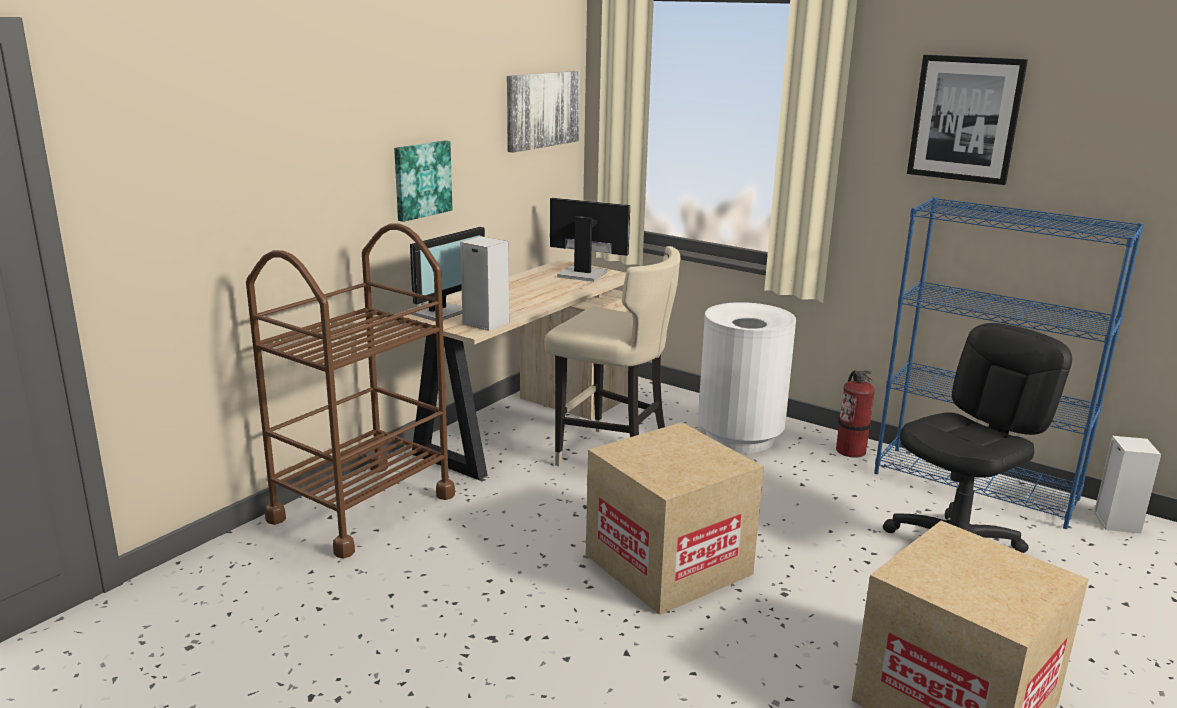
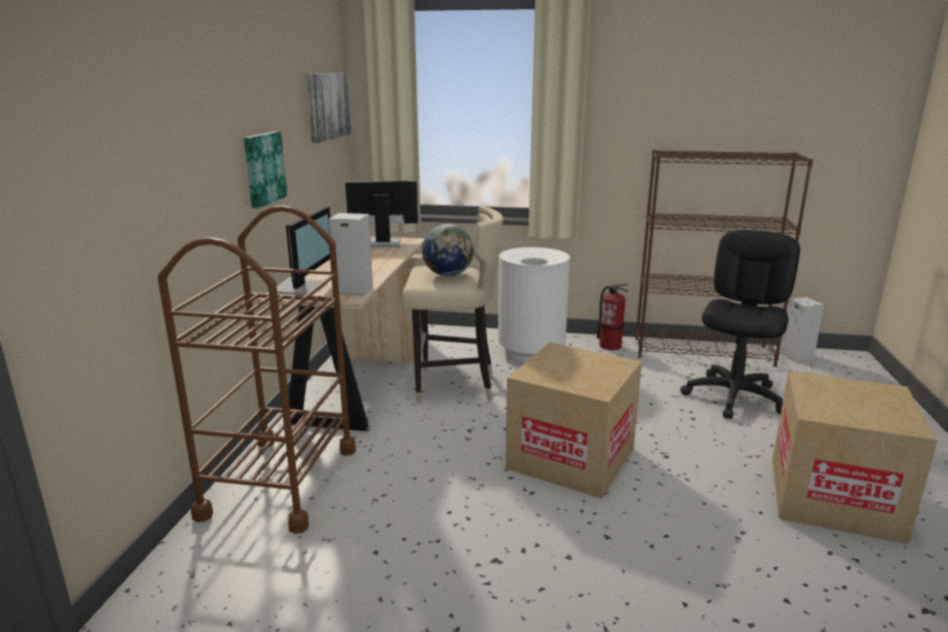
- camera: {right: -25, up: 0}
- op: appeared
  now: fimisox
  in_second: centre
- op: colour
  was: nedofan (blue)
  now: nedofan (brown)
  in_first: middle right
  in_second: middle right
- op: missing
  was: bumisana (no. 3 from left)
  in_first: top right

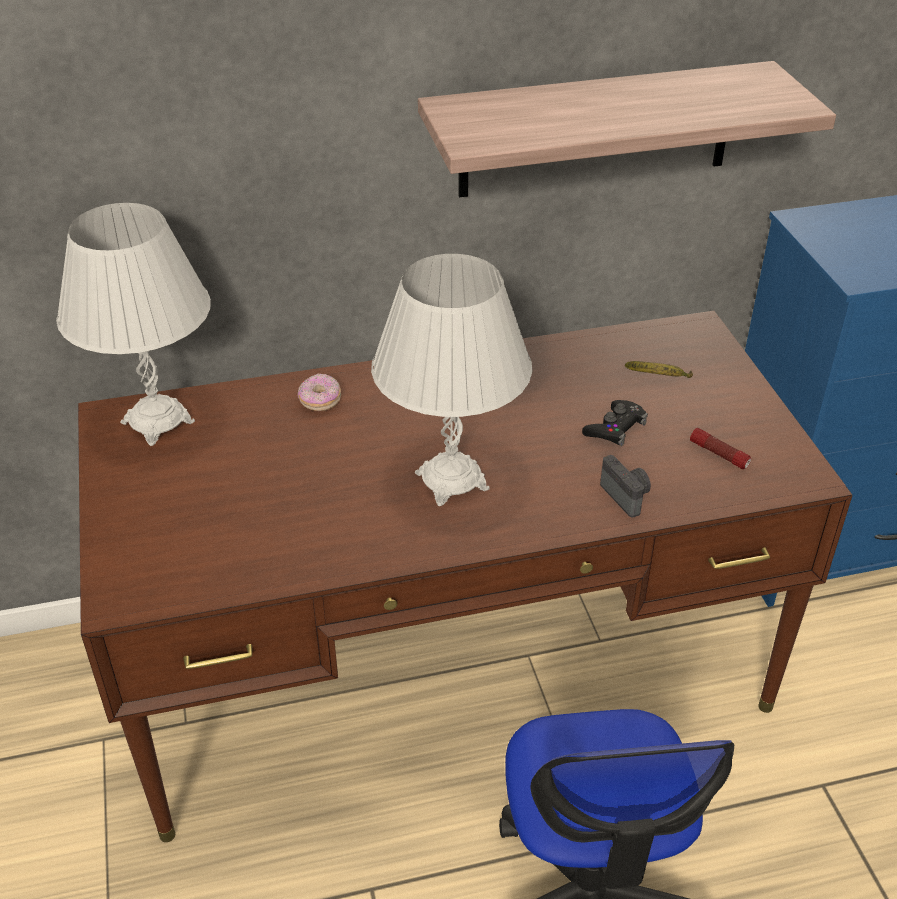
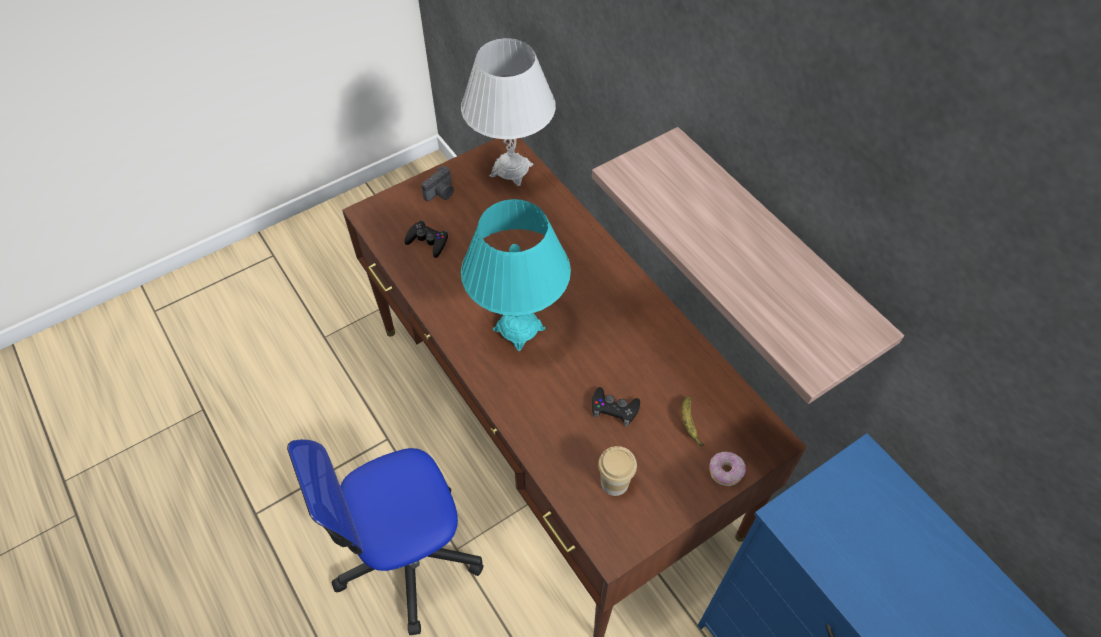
- camera: {right: 70, up: 15}
- op: appeared
  now: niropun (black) (no. 1 from left)
  in_second: centre
- op: relocated
  was: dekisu
  in_first: middle right
  in_second: top centre
- op: colour
  was: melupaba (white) (no. 2 from left)
  now: melupaba (turquoise)
  in_first: centre
  in_second: centre
- op: exchanged
  was: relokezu
  now: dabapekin
  in_first: middle right
  in_second: bottom centre
- op: relocated
  was: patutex
  in_first: centre
  in_second: bottom centre

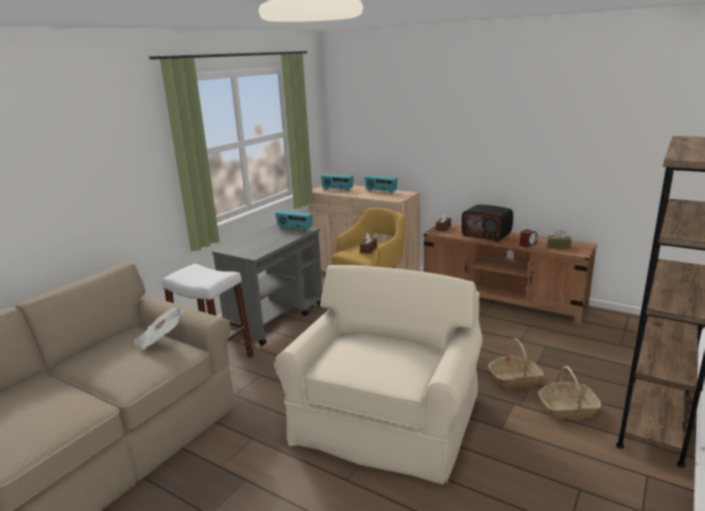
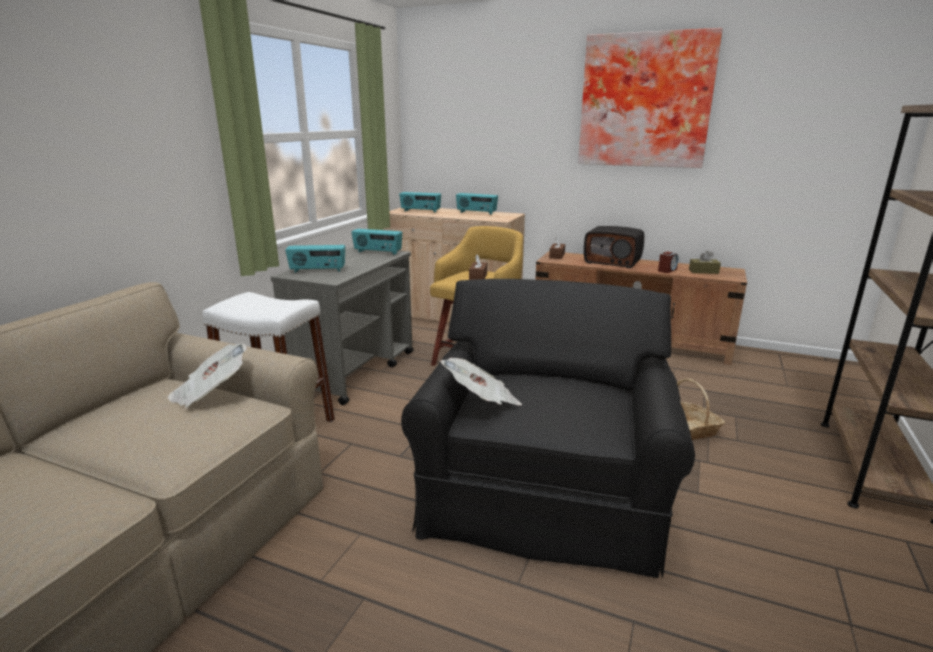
- camera: {right: -10, up: 0}
- op: appeared
  now: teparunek (no. 1 from left)
  in_second: centre
- op: colour
  was: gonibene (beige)
  now: gonibene (black)
  in_first: bottom centre
  in_second: centre
- op: appeared
  now: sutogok (no. 2 from left)
  in_second: centre
- op: appeared
  now: bumisana
  in_second: top right
- op: missing
  was: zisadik (no. 2 from left)
  in_first: bottom right

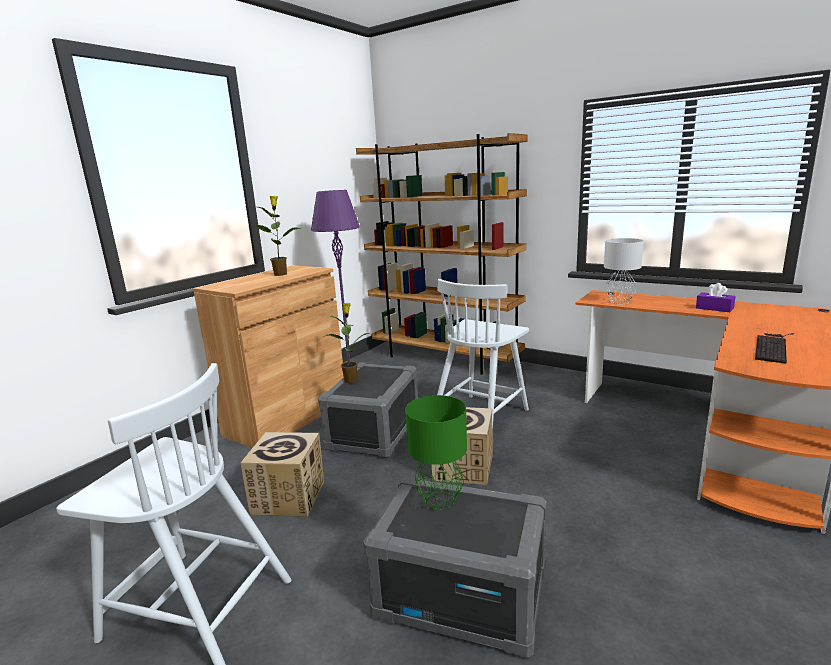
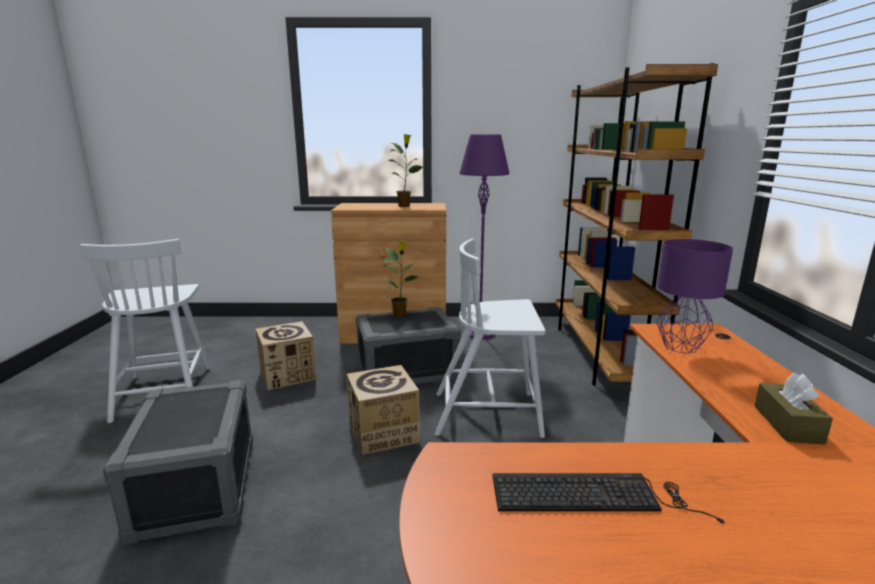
- camera: {right: 55, up: 0}
- op: colour
  was: melupaba (grey)
  now: melupaba (purple)
  in_first: middle right
  in_second: middle right
- op: colour
  was: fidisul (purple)
  now: fidisul (brown)
  in_first: middle right
  in_second: bottom right
- op: missing
  was: melupaba (green)
  in_first: bottom centre

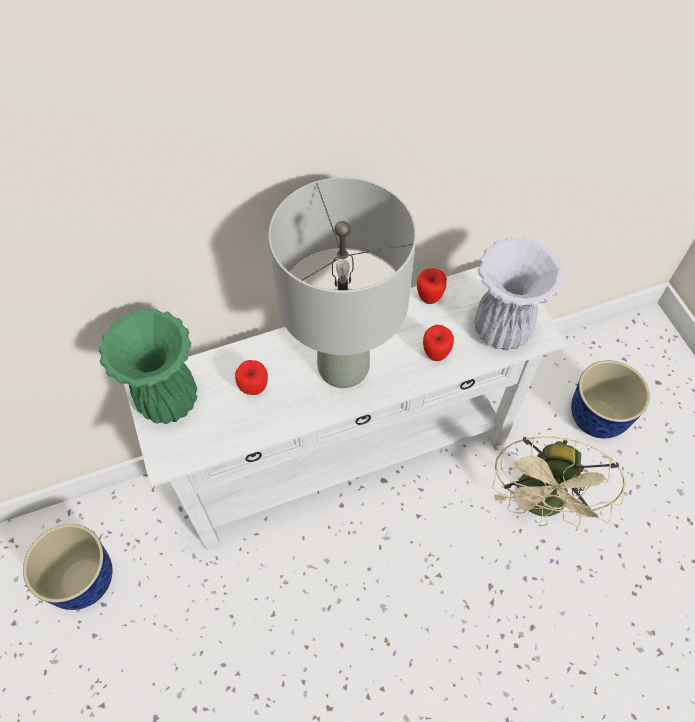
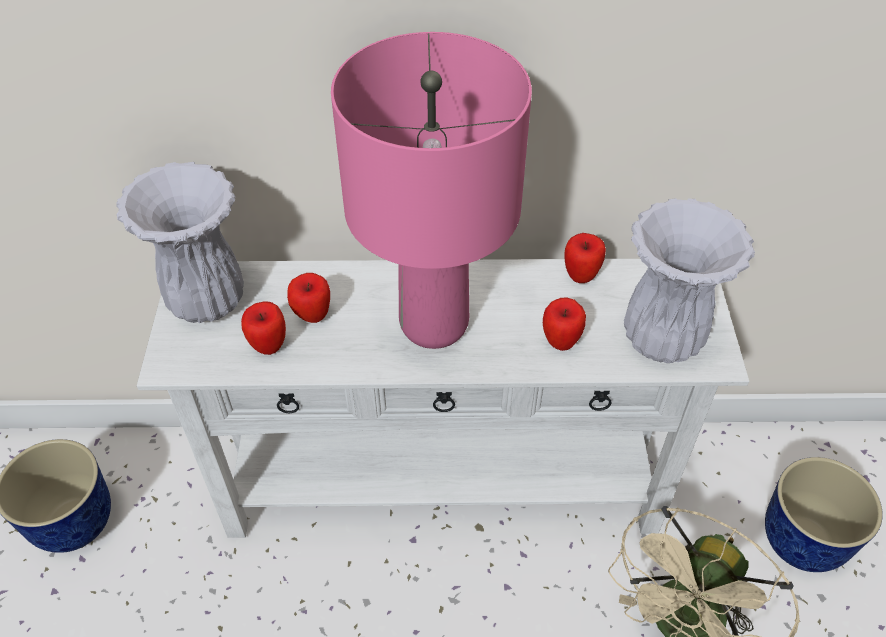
- camera: {right: 20, up: -10}
- op: colour
  was: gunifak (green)
  now: gunifak (white) (no. 1 from left)
  in_first: middle left
  in_second: middle left
- op: appeared
  now: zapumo (no. 1 from left)
  in_second: middle left
- op: colour
  was: melupaba (grey)
  now: melupaba (pink)
  in_first: centre
  in_second: top centre

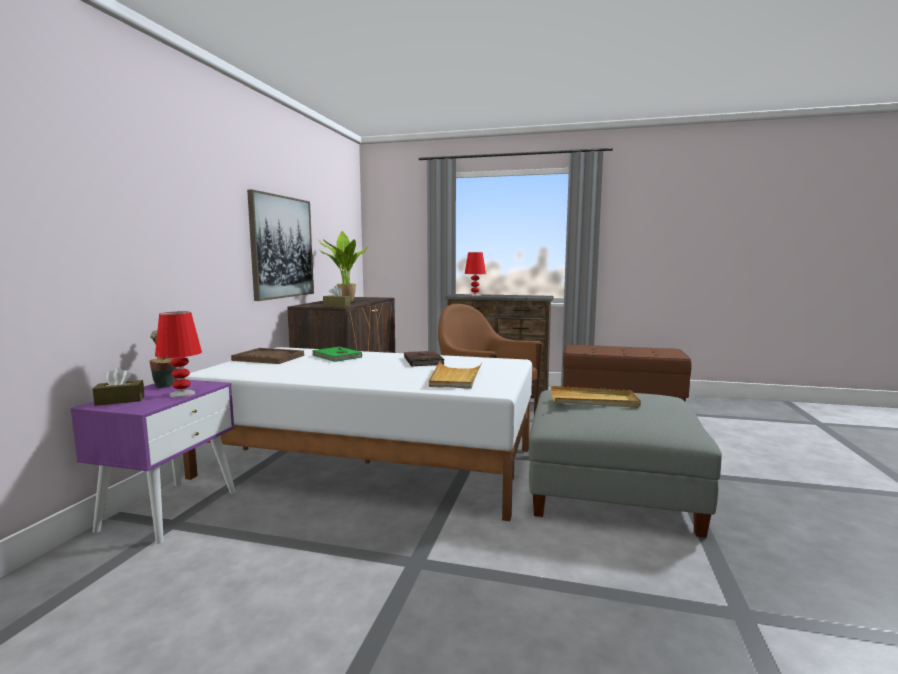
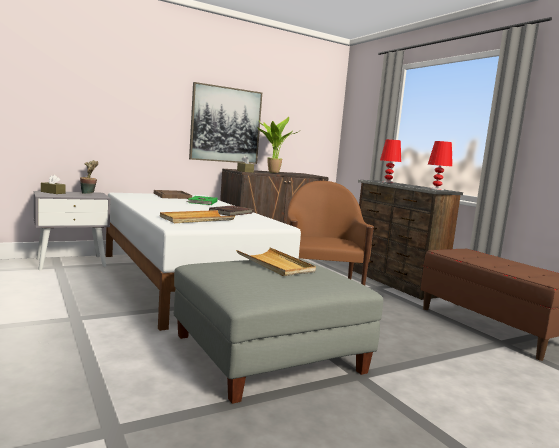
- camera: {right: 45, up: 0}
- op: colour
  was: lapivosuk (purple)
  now: lapivosuk (grey)
  in_first: bottom left
  in_second: middle left
- op: relocated
  was: melupaba (red) (no. 1 from left in the first image)
  now: melupaba (red) (no. 2 from left)
  in_first: middle left
  in_second: middle right

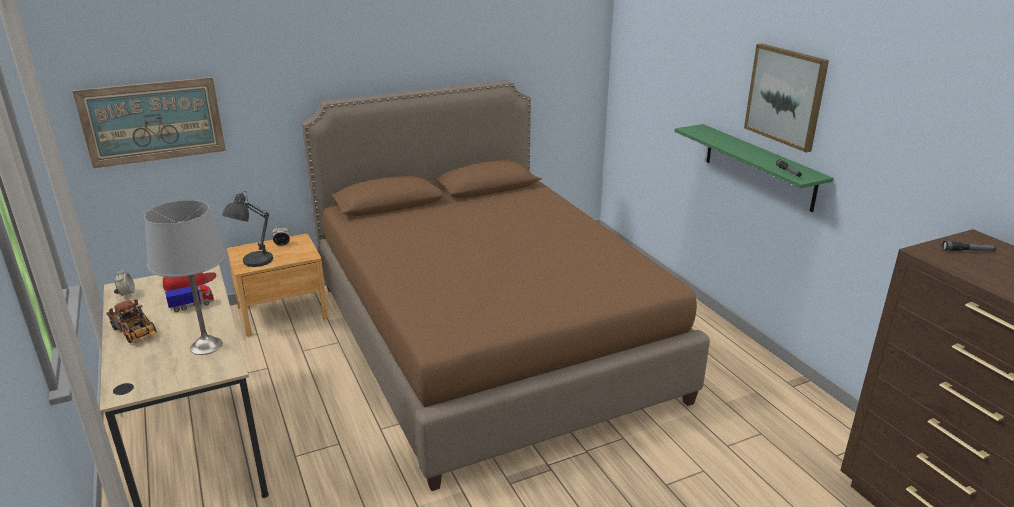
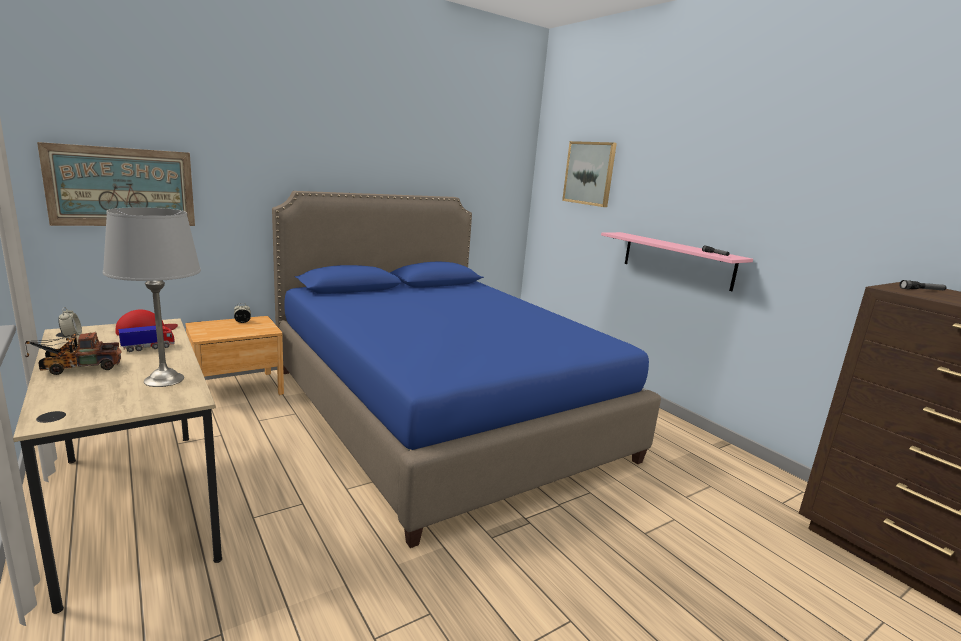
- camera: {right: -10, up: -10}
- op: spun
  was: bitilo (no. 1 from left)
  in_first: middle left
  in_second: middle left
  clockwise: 120
- op: colour
  was: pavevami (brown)
  now: pavevami (blue)
  in_first: centre
  in_second: centre
- op: relocated
  was: bumisana (no. 2 from left)
  in_first: top right
  in_second: top centre
- op: colour
  was: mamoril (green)
  now: mamoril (pink)
  in_first: top right
  in_second: middle right
- op: missing
  was: melupaba (grey) (no. 2 from left)
  in_first: middle left

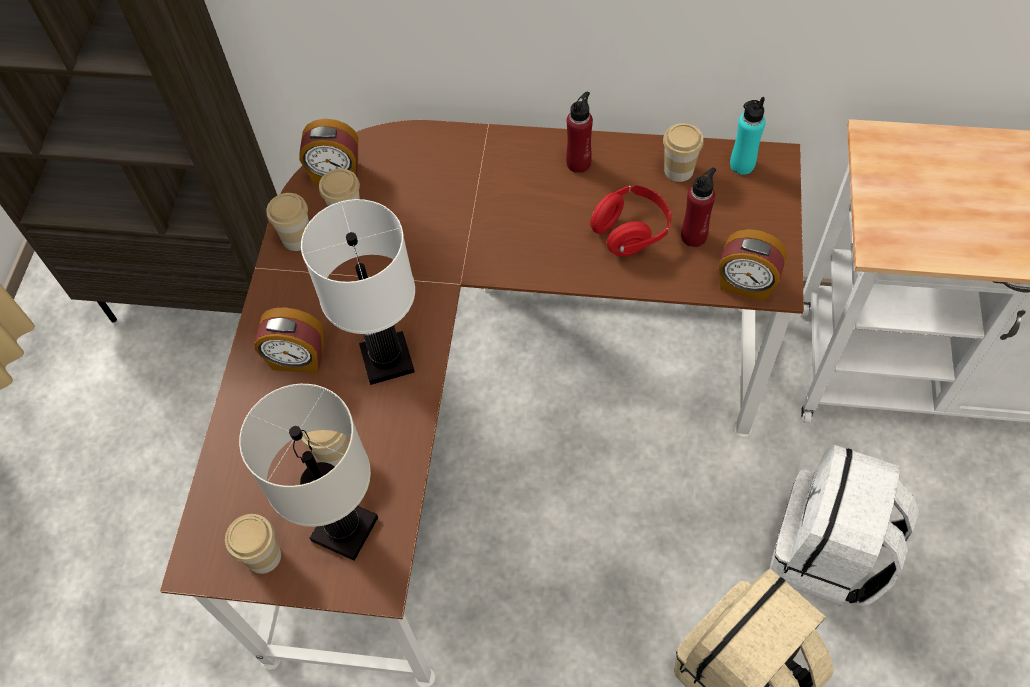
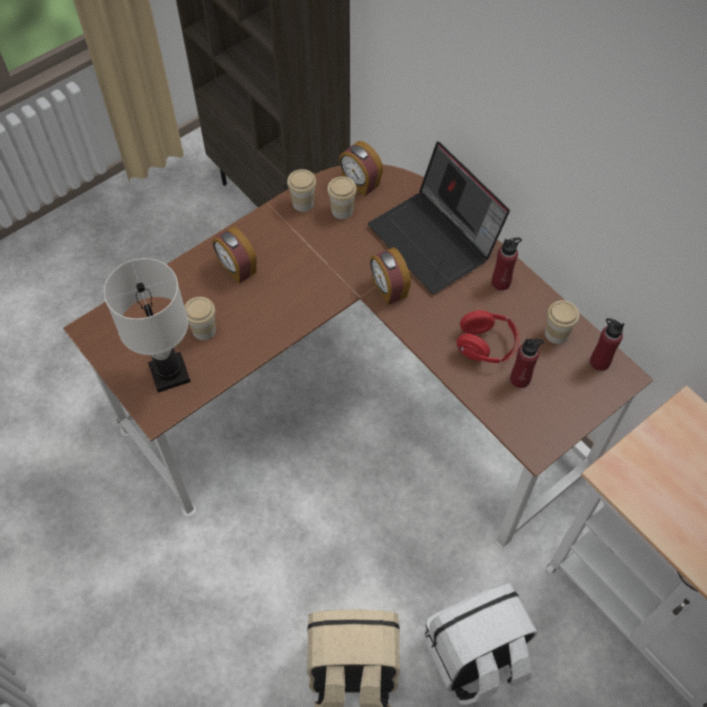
- camera: {right: 40, up: 0}
- op: appeared
  now: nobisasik
  in_second: top centre
- op: relocated
  was: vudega (no. 3 from left)
  in_first: middle right
  in_second: centre
- op: colour
  was: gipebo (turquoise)
  now: gipebo (red) (no. 3 from left)
  in_first: top right
  in_second: middle right
- op: missing
  was: dabapekin (no. 1 from left)
  in_first: bottom left
- op: missing
  was: melupaba (white) (no. 2 from left)
  in_first: centre

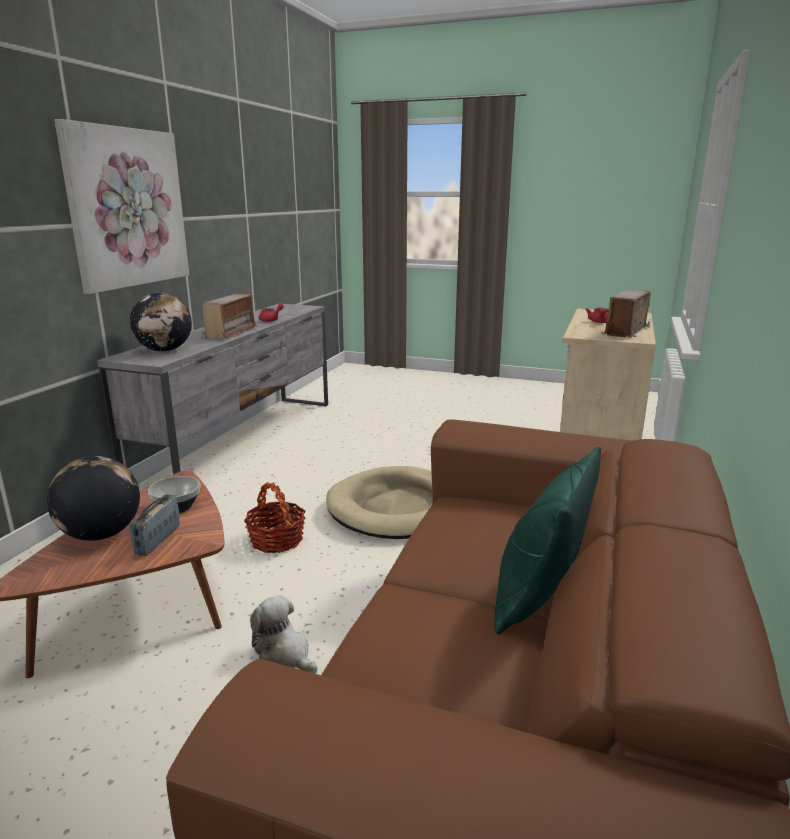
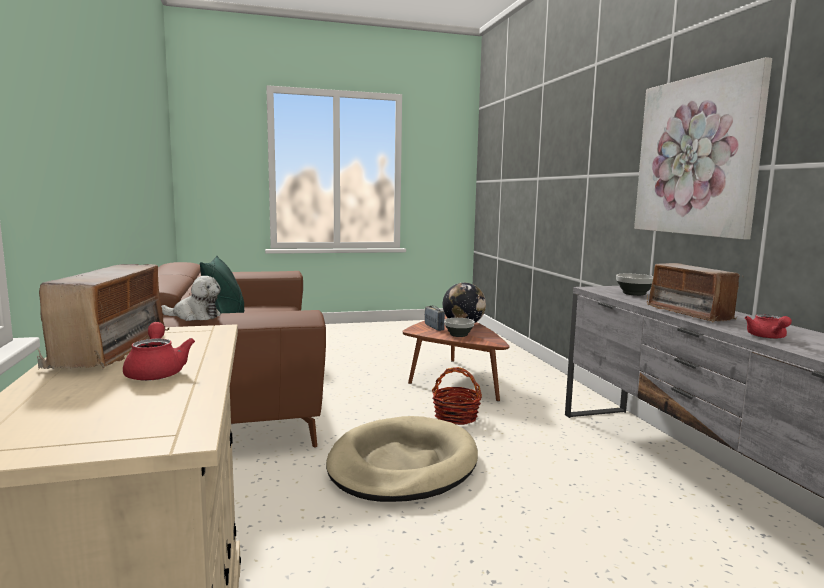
- camera: {right: 145, up: -10}
- op: relocated
  was: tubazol
  in_first: bottom centre
  in_second: middle left
- op: exchanged
  was: fimisox (no. 2 from left)
  now: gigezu (no. 2 from left)
  in_first: middle left
  in_second: middle right

